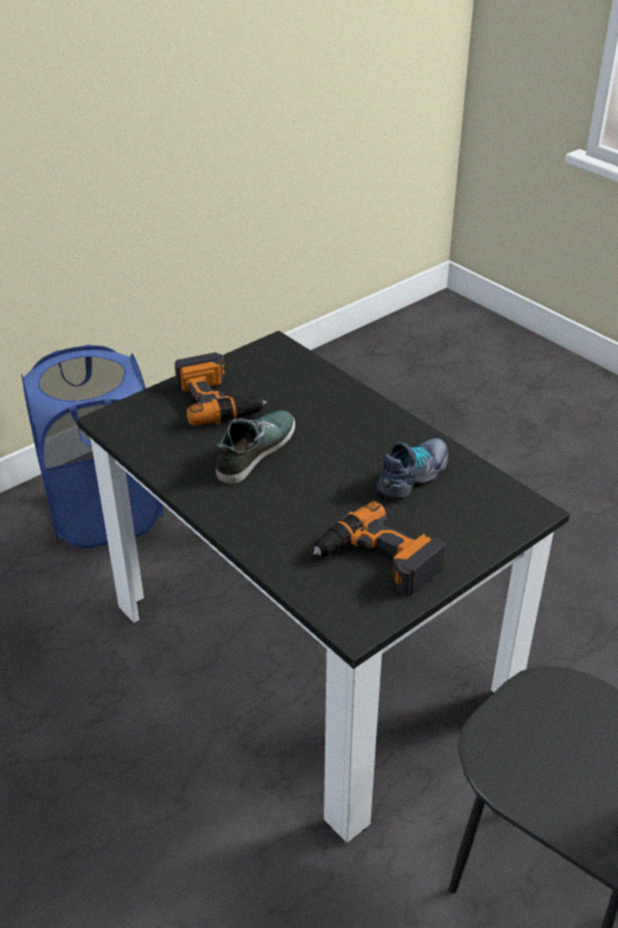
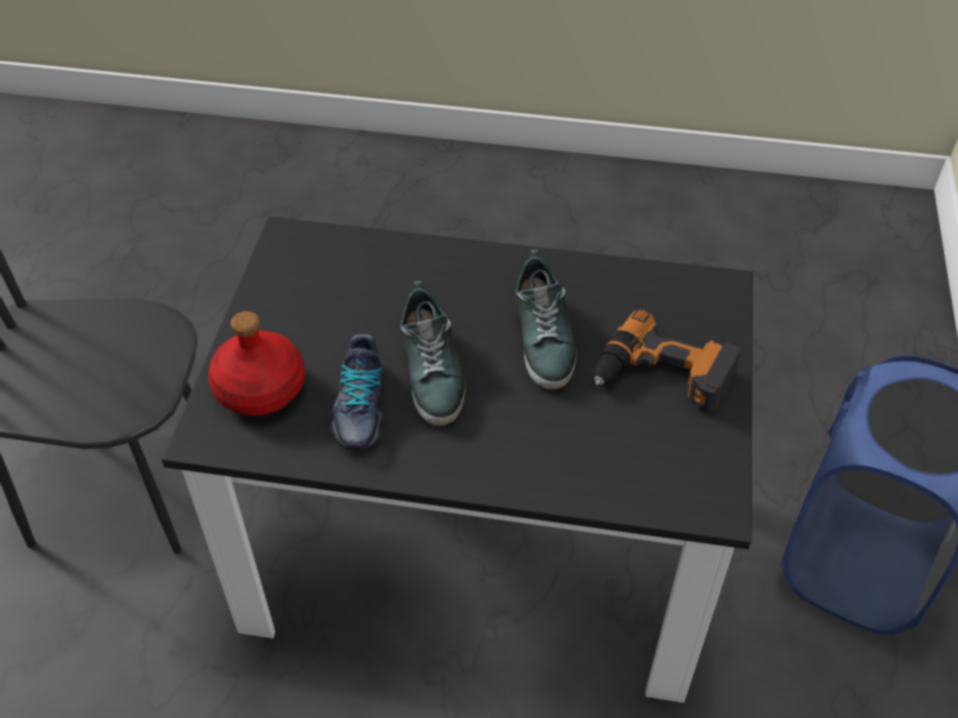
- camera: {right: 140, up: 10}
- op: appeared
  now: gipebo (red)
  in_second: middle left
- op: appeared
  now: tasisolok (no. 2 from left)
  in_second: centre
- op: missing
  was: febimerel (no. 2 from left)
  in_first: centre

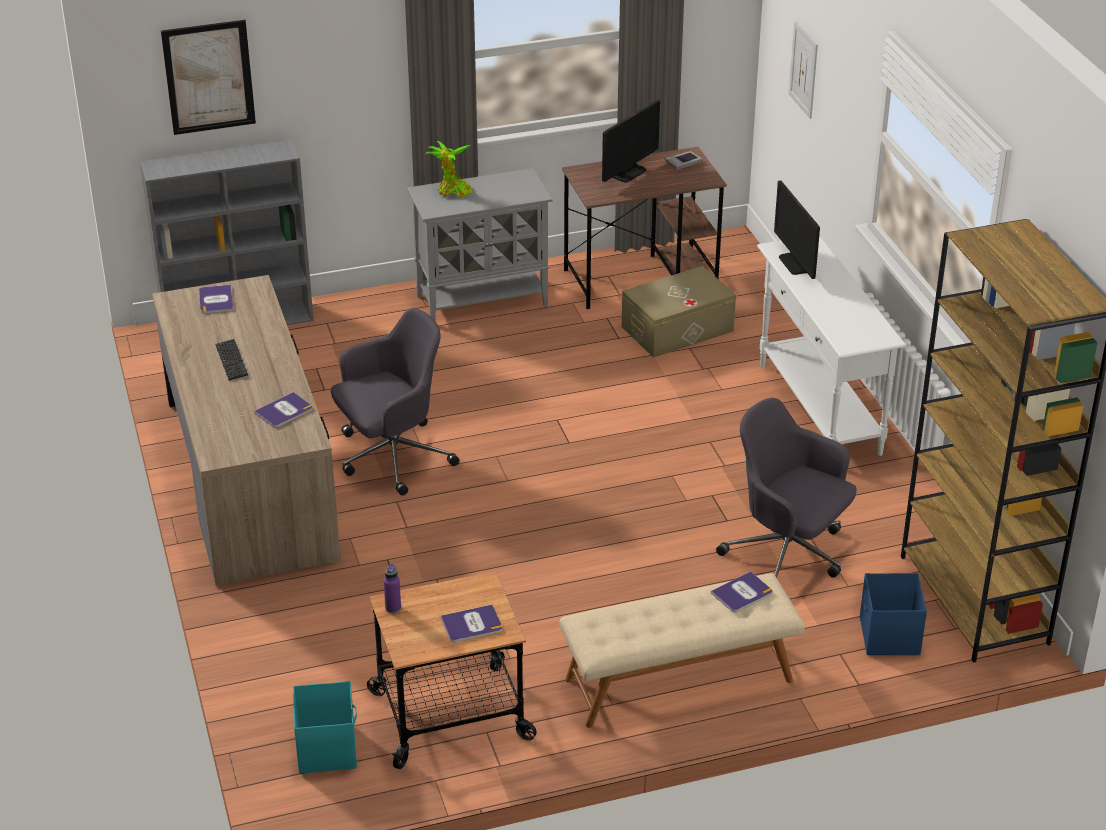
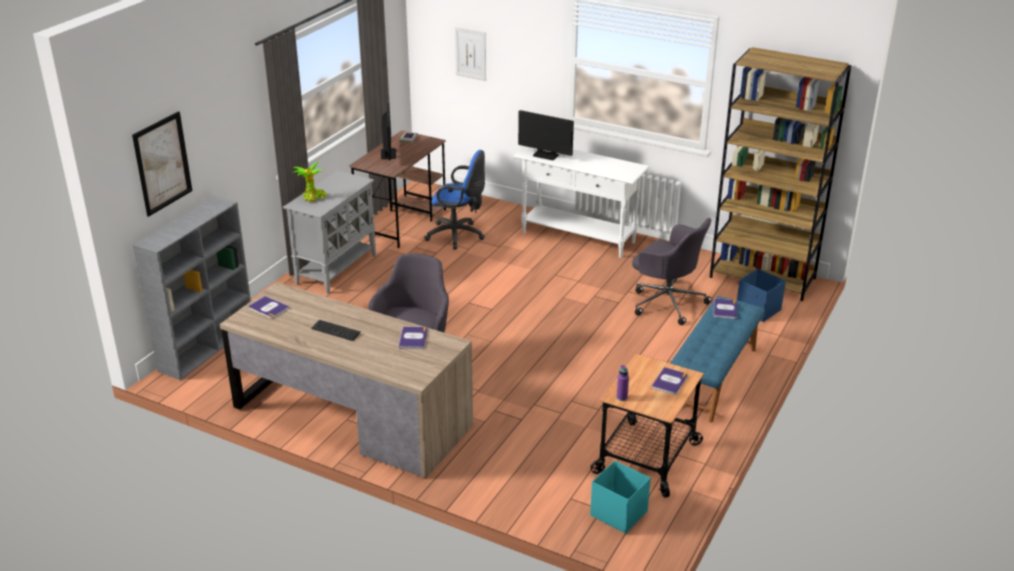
- camera: {right: -45, up: -5}
- op: exchanged
  was: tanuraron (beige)
  now: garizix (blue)
  in_first: centre
  in_second: centre
- op: spun
  was: garizix (grey) (no. 2 from left)
  in_first: middle right
  in_second: centre
  clockwise: -135
- op: colour
  was: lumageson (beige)
  now: lumageson (blue)
  in_first: bottom centre
  in_second: middle right

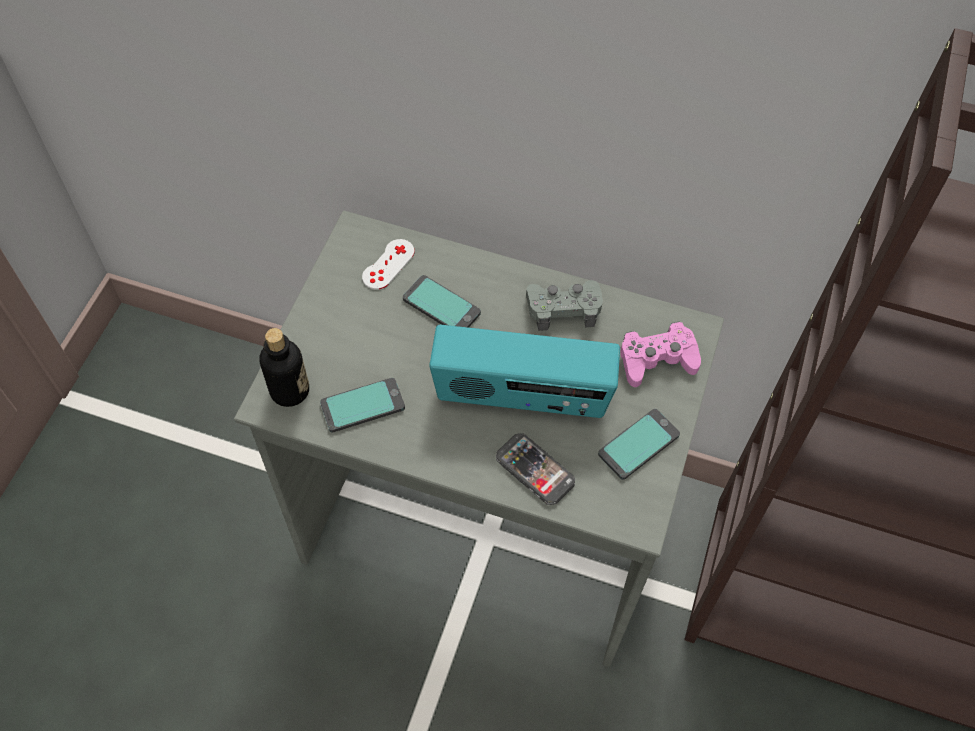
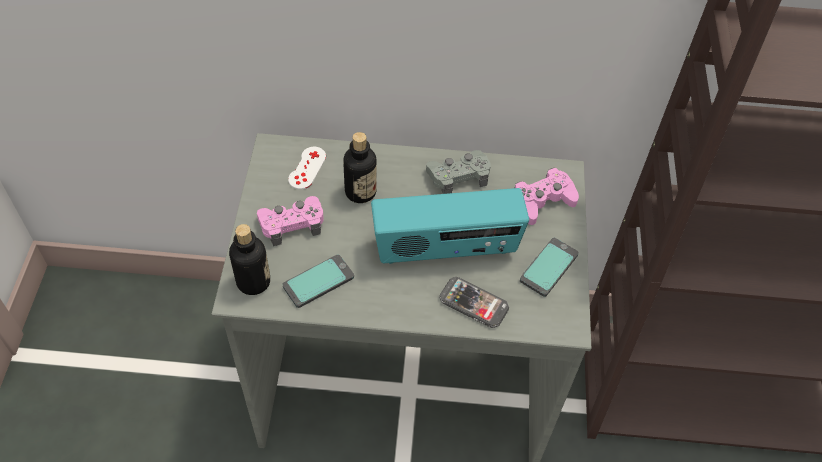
- camera: {right: -15, up: -5}
- op: appeared
  now: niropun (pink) (no. 1 from left)
  in_second: centre
- op: exchanged
  was: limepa (no. 2 from left)
  now: gipebo (no. 2 from left)
  in_first: centre
  in_second: centre

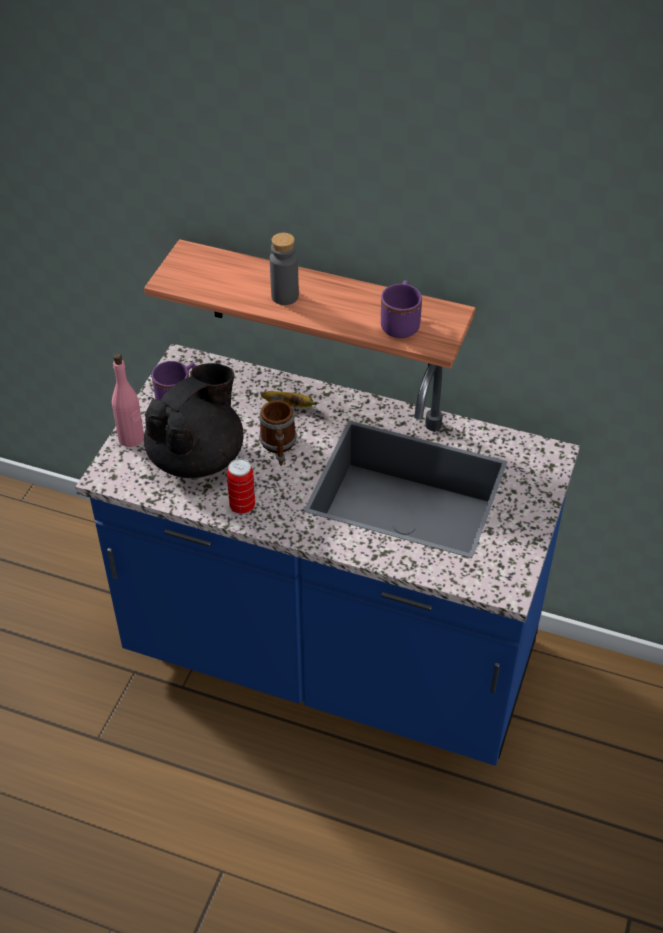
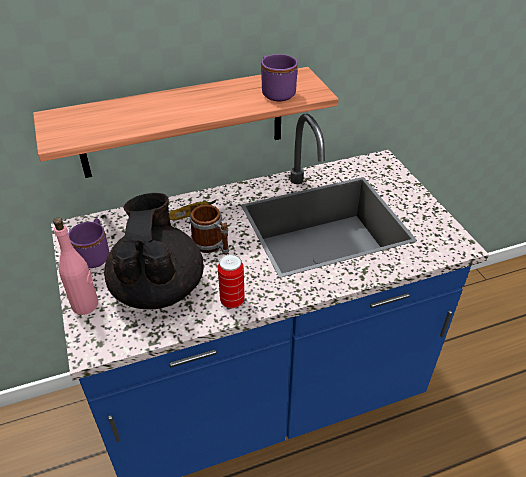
- camera: {right: -40, up: -5}
- op: missing
  was: gipebo (grey)
  in_first: top centre

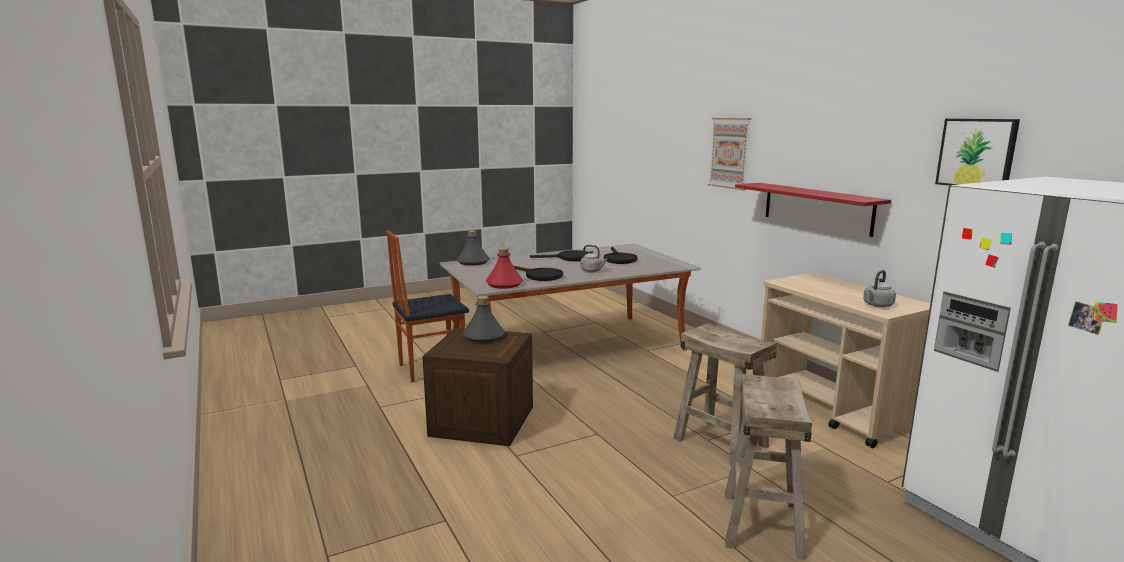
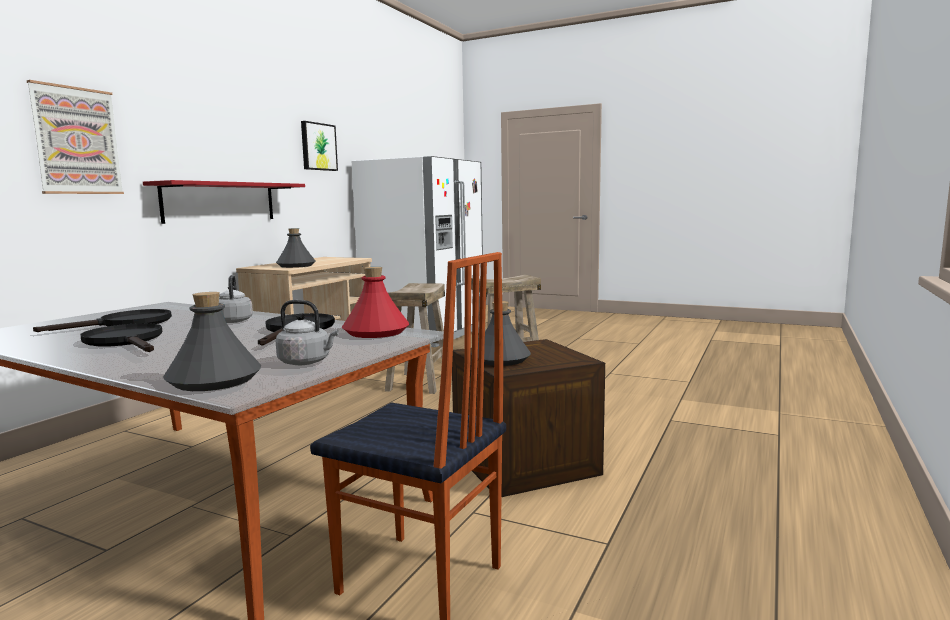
- camera: {right: -125, up: -5}
- op: appeared
  now: gipebo (grey) (no. 2 from left)
  in_second: middle left
- op: relocated
  was: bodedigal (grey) (no. 2 from left)
  in_first: middle right
  in_second: middle left

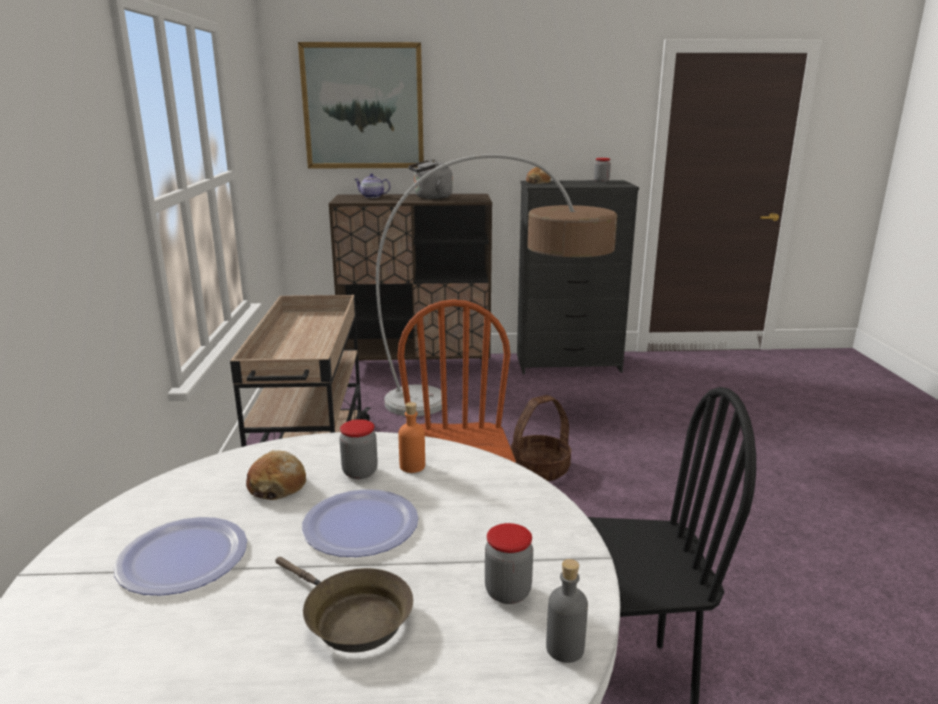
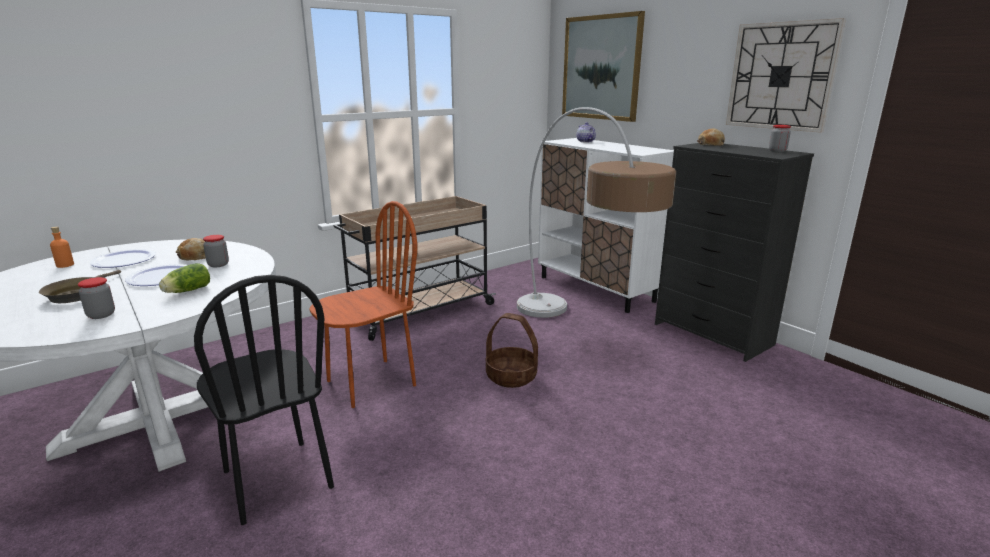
- camera: {right: 55, up: 0}
- op: relocated
  was: gipebo (orange)
  in_first: centre
  in_second: middle left
- op: appeared
  now: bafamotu
  in_second: middle left
- op: colour
  was: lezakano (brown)
  now: lezakano (white)
  in_first: centre
  in_second: centre
- op: appeared
  now: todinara
  in_second: top right
- op: missing
  was: bodedigal (grey)
  in_first: top centre
- op: missing
  was: gipebo (grey)
  in_first: bottom centre

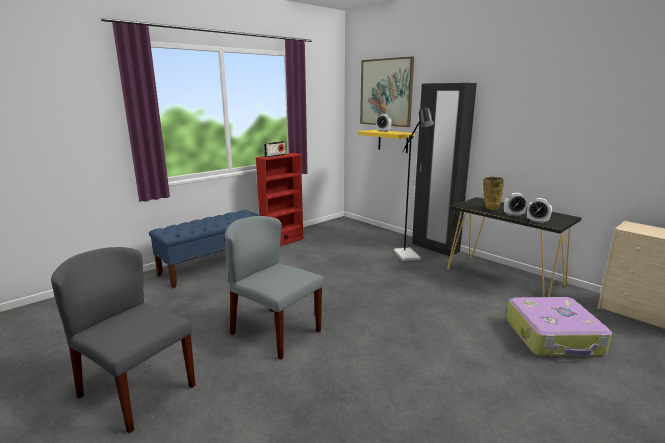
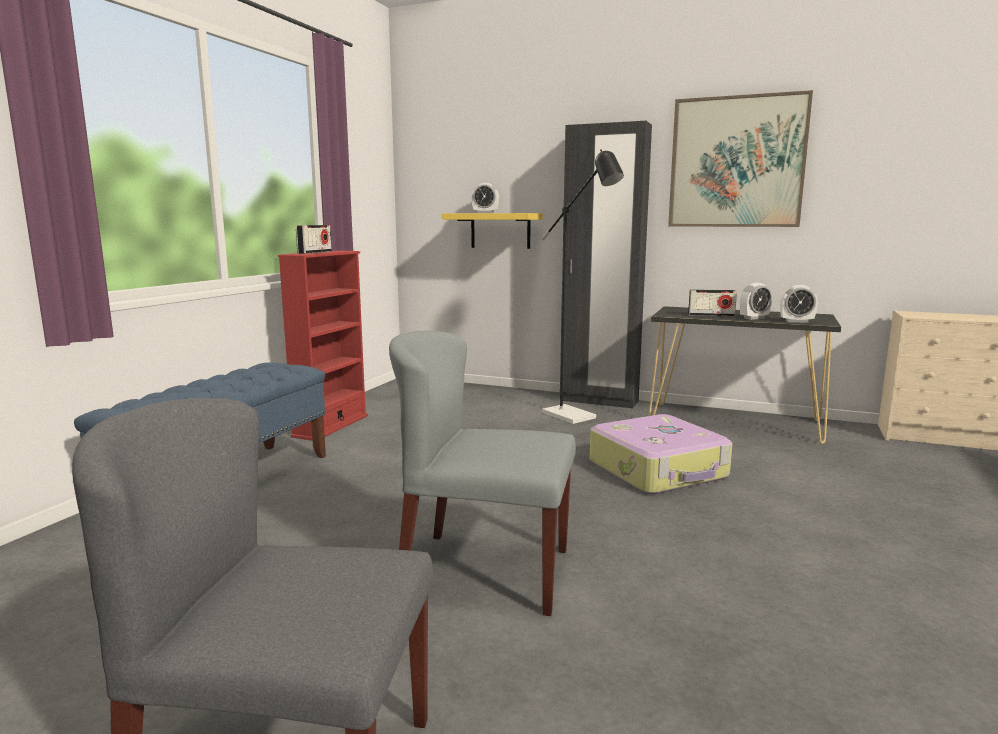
- camera: {right: -25, up: -5}
- op: relocated
  was: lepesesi
  in_first: bottom right
  in_second: centre
- op: relocated
  was: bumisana
  in_first: top centre
  in_second: top right
- op: exchanged
  was: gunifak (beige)
  now: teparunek (no. 2 from left)
  in_first: middle right
  in_second: middle right

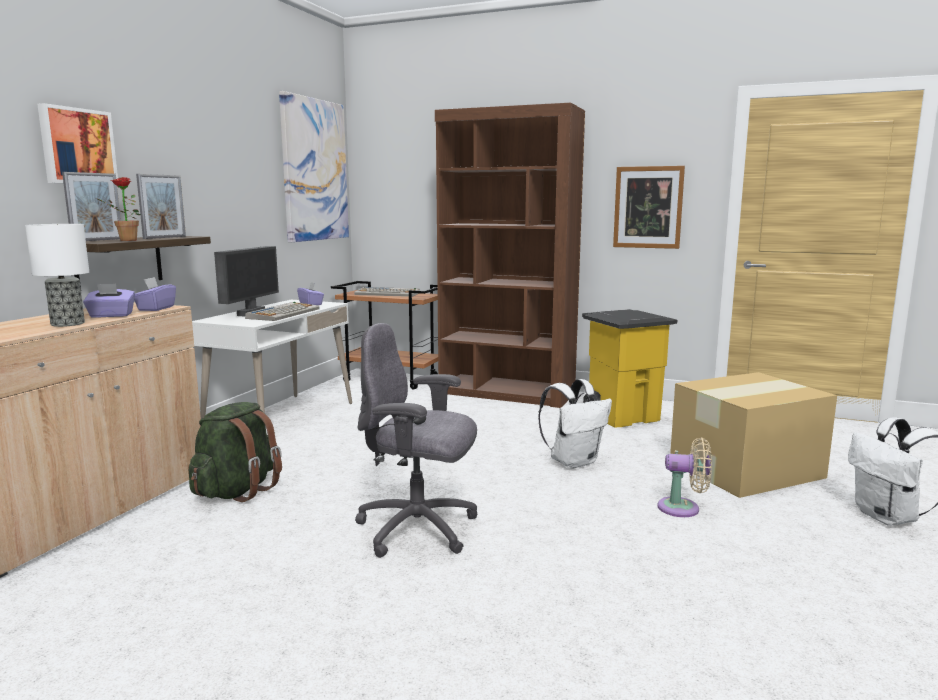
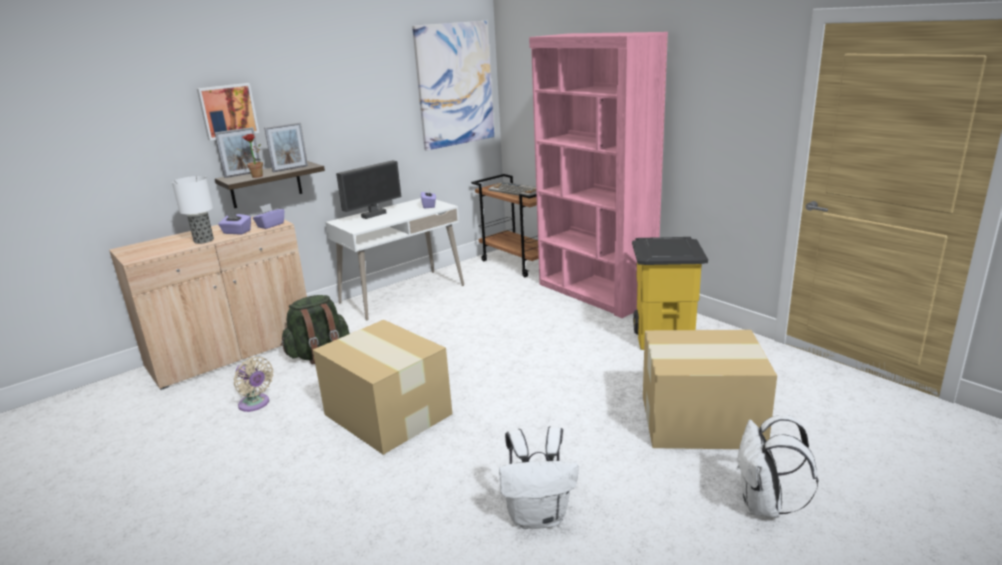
- camera: {right: 30, up: 10}
- op: relocated
  was: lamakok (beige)
  in_first: bottom right
  in_second: bottom left
- op: exchanged
  was: garizix (grey)
  now: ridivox (no. 1 from left)
  in_first: centre
  in_second: bottom centre
- op: relocated
  was: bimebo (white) (no. 1 from left)
  in_first: centre
  in_second: bottom centre
- op: colour
  was: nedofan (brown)
  now: nedofan (pink)
  in_first: centre
  in_second: top centre
- op: missing
  was: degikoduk (no. 1 from left)
  in_first: middle left
- op: missing
  was: bumisana (no. 3 from left)
  in_first: top right

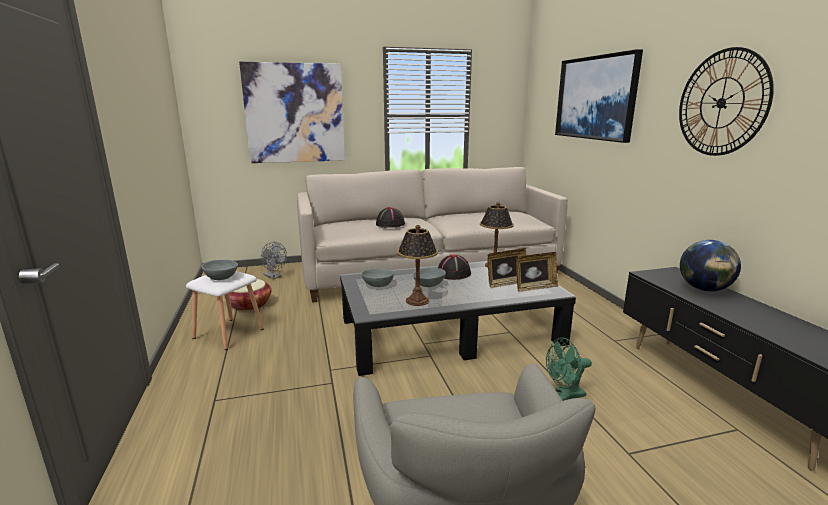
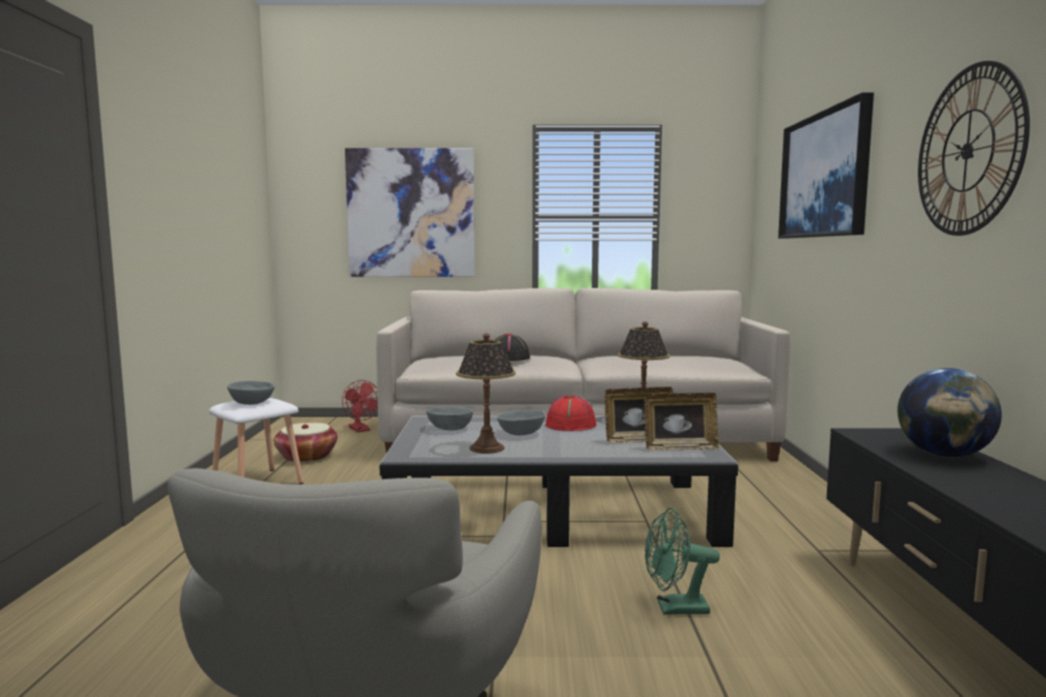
- camera: {right: 15, up: -10}
- op: colour
  was: lamakok (grey)
  now: lamakok (red)
  in_first: middle left
  in_second: centre
- op: colour
  was: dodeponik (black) (no. 2 from left)
  now: dodeponik (red)
  in_first: centre
  in_second: centre

